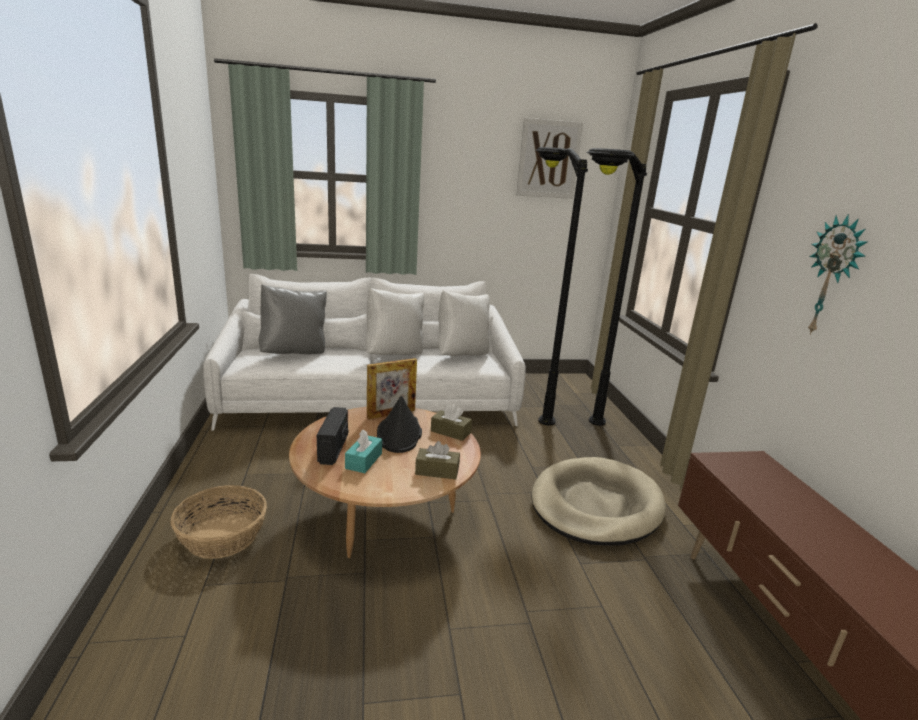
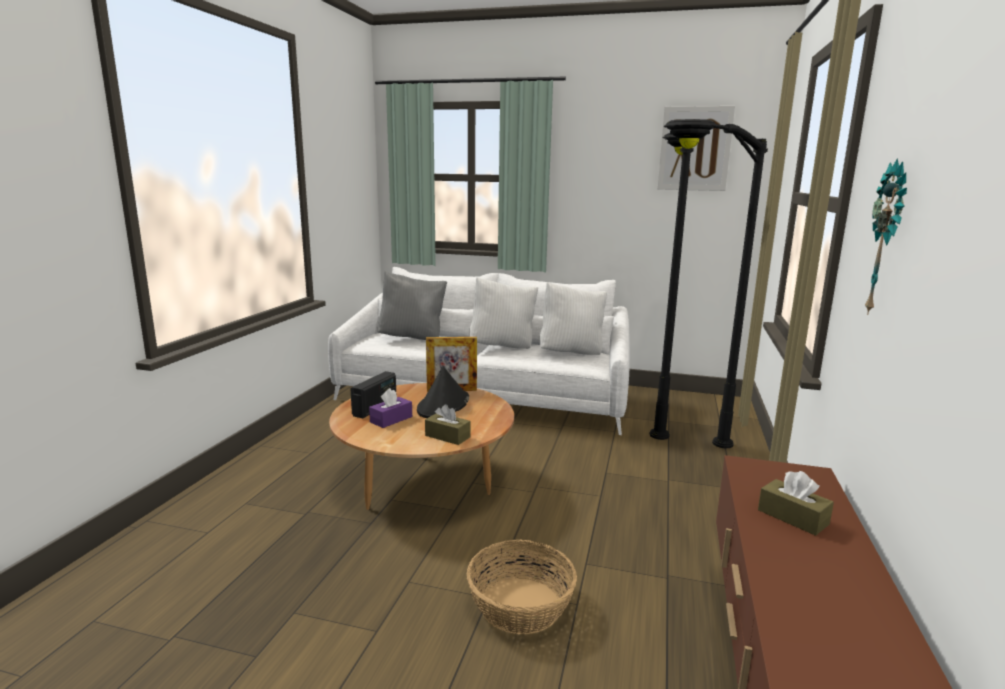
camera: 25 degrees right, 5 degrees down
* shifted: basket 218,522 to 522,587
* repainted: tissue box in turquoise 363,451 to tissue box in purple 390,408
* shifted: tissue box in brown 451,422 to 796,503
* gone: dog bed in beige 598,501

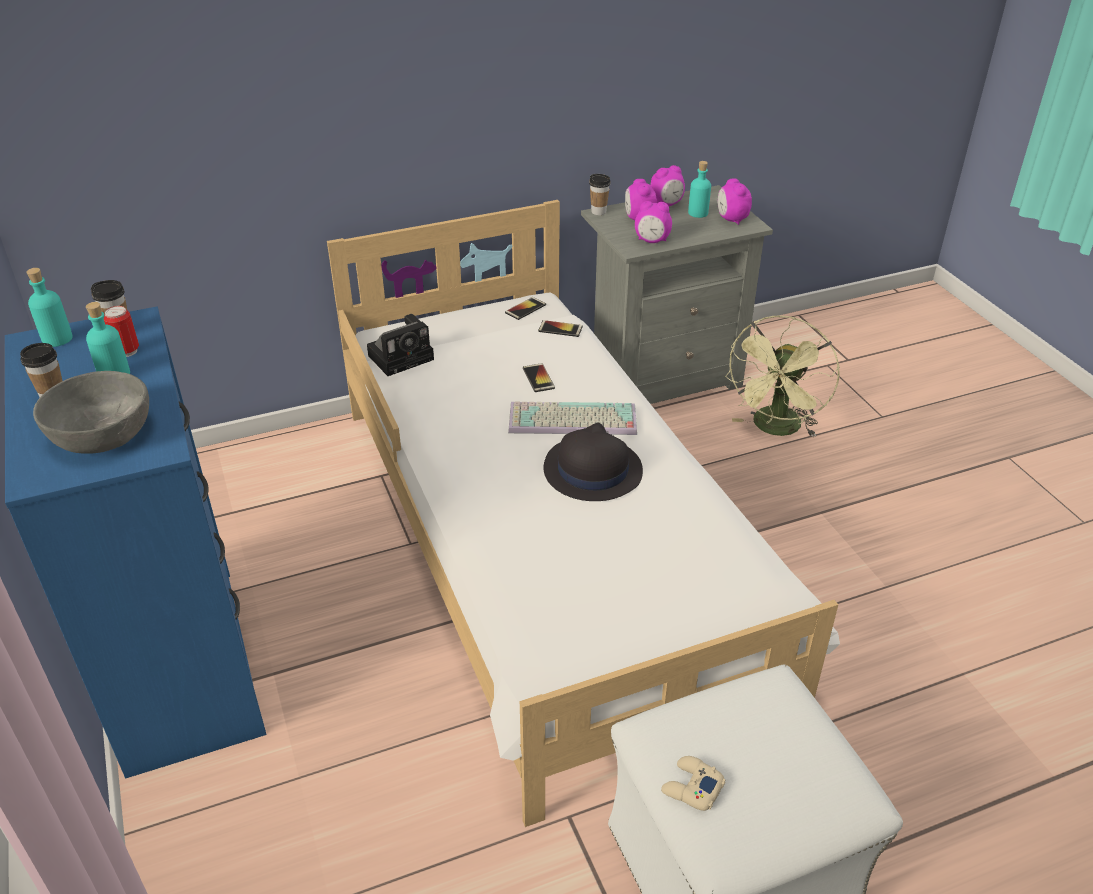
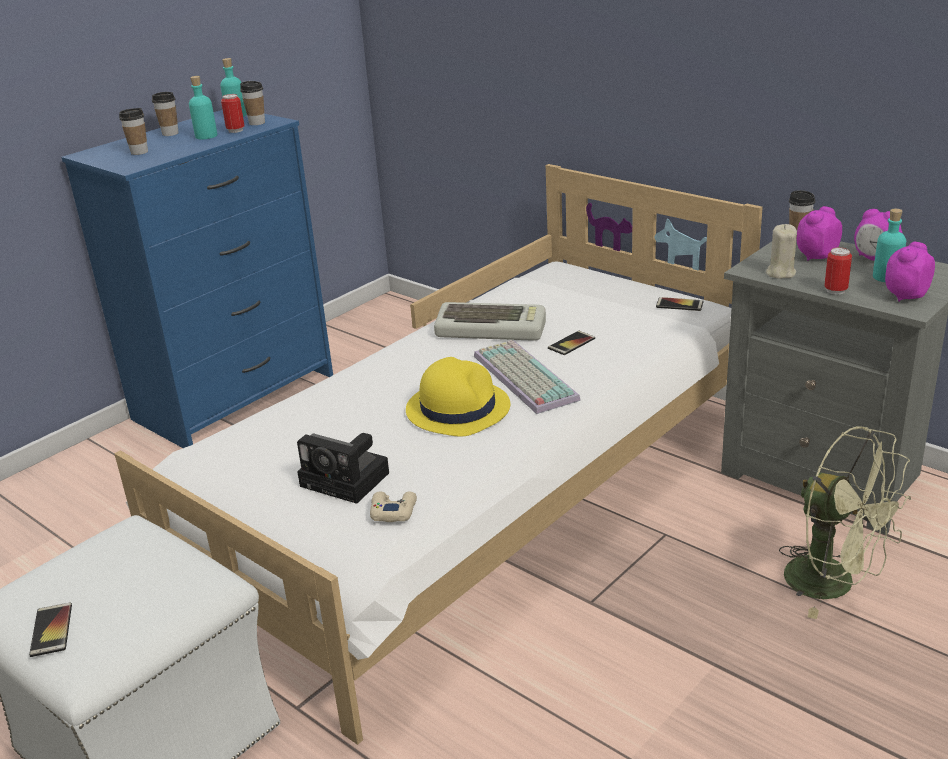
camera: 65 degrees right, 10 degrees down
* swapped: bowl in grey 91,412 to cup 133,131
* shifted: photo camera 400,345 to 343,468
* shifted: phone 560,328 to 50,629
* repainted: hat in black 593,462 to hat in yellow 458,397
* swapped: alarm clock 653,222 to candle in beige 781,251
* shifted: game controller in beige 693,783 to 393,506
* rotated: fan in green 782,376 = 845,522 135 degrees counterclockwise
* new: keyboard 490,321
* new: can 838,271

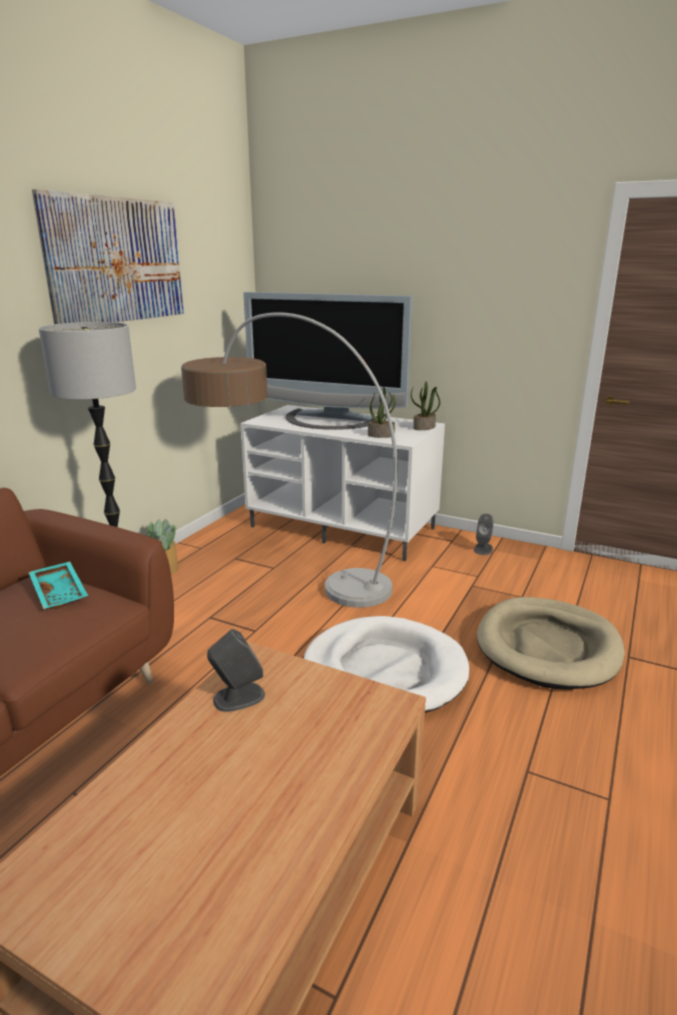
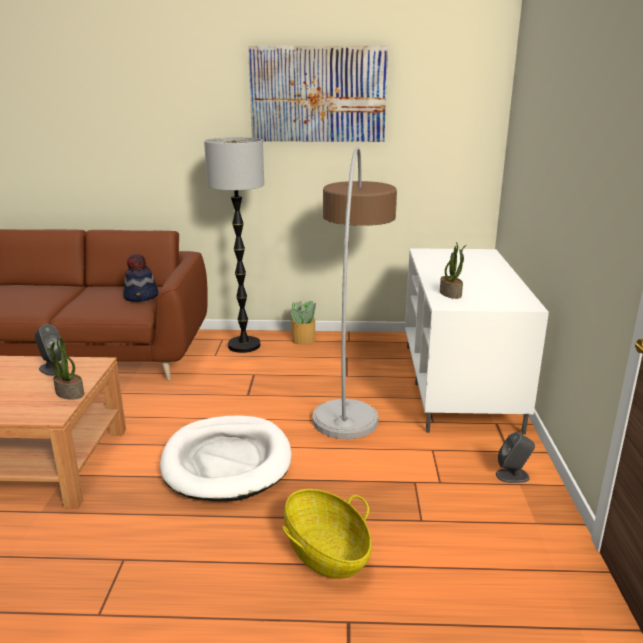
camera: 65 degrees right, 0 degrees up
* swapped: tray in turquoise 58,585 to hat 140,277
* gone: television 328,361
* shifted: potted plant 425,405 to 65,368
* swapped: dog bed in beige 551,643 to basket 327,534

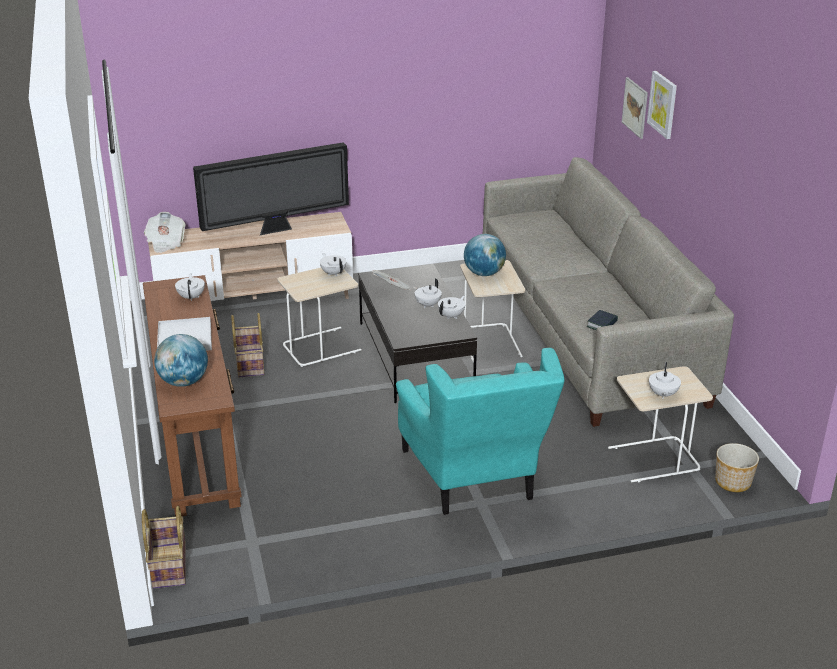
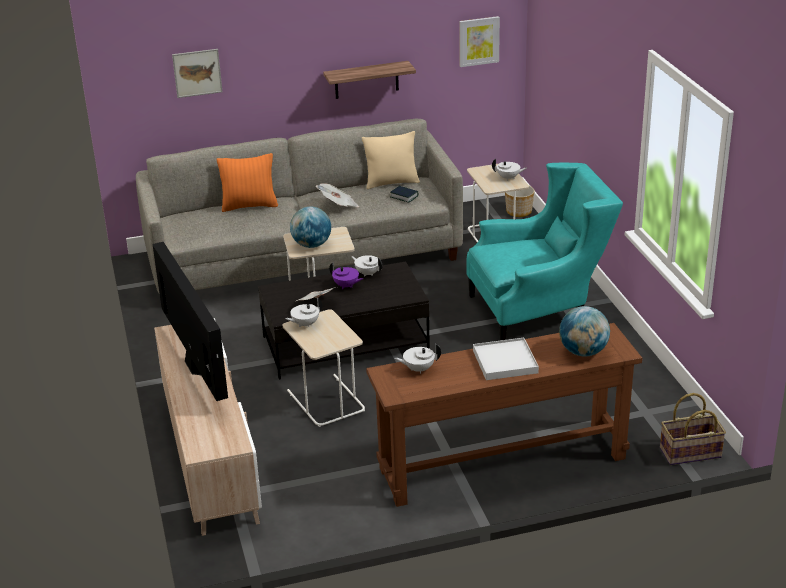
camera: 90 degrees left, 0 degrees up
* shifted: newspaper 164,232 to 337,195
* gone: basket 248,345
* repainted: teapot in white 428,293 to teapot in purple 346,276
* shifted: picture 662,105 to 480,41
* new: pillow in orange 247,182
* new: shelf 369,80
* new: pillow in beige 391,160

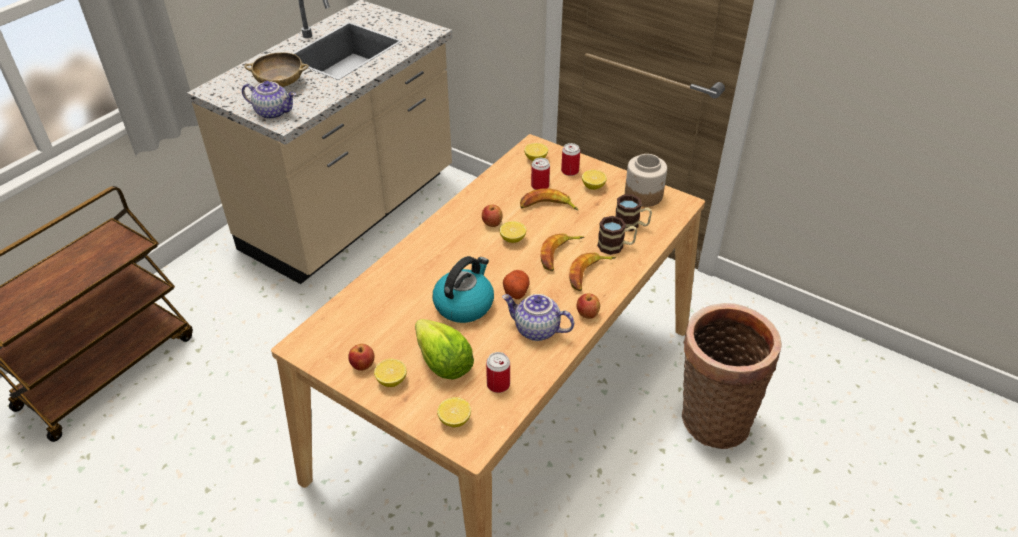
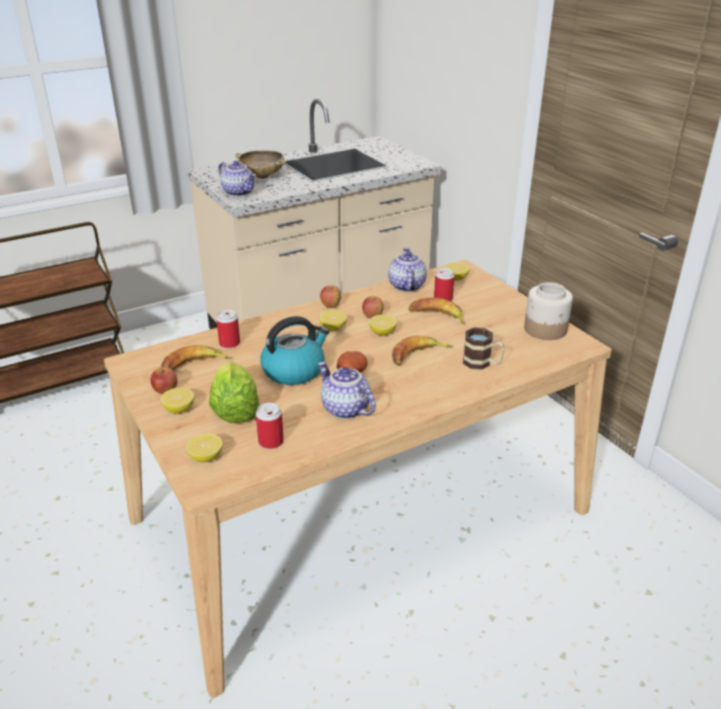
camera: 25 degrees right, 10 degrees down
* shifted: can 570,159 to 228,329
* shifted: banana 593,271 to 196,358
* shifted: apple 588,306 to 330,297
* shifted: lemon 594,180 to 333,320
* gone: mug 634,212
* gone: basket 732,376
* new: teapot 407,270

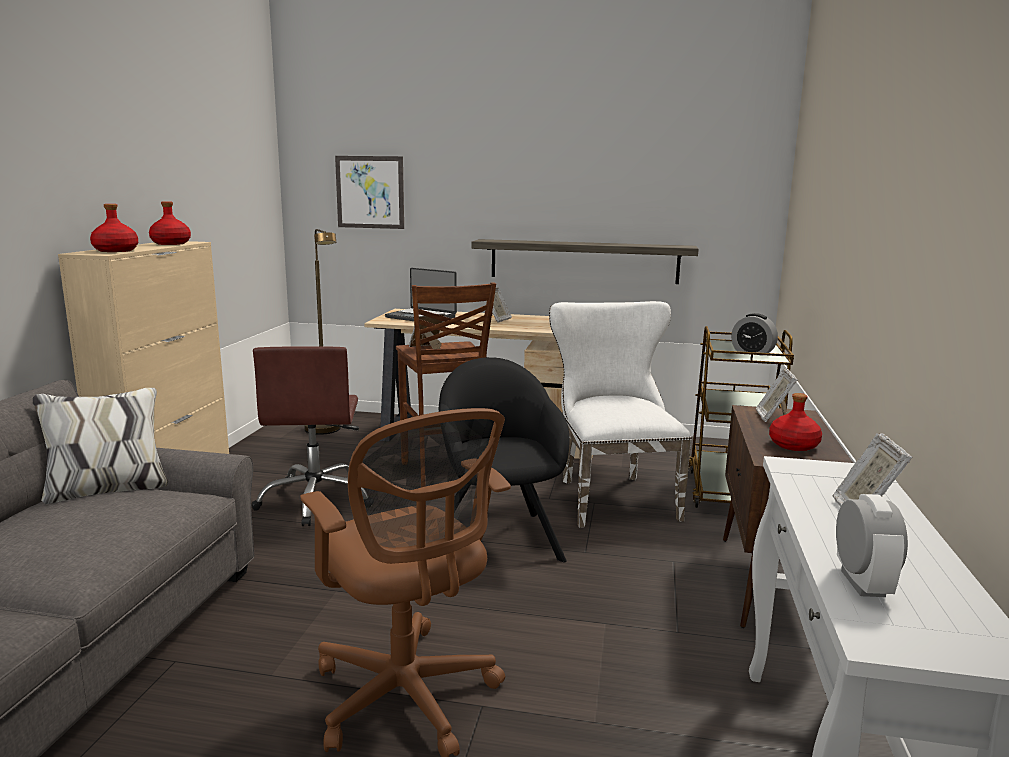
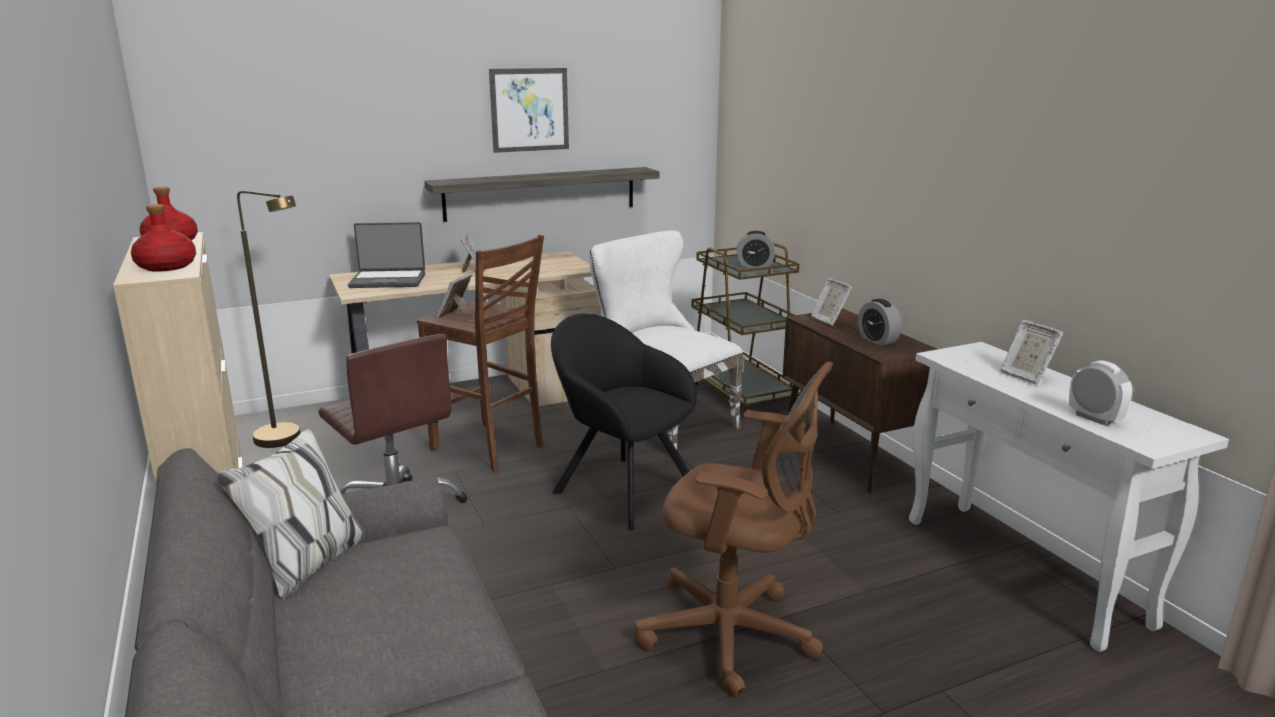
camera: 35 degrees left, 5 degrees up
* shifted: picture 369,192 to 529,110
* swapped: bottle in red 795,422 to alarm clock 880,322

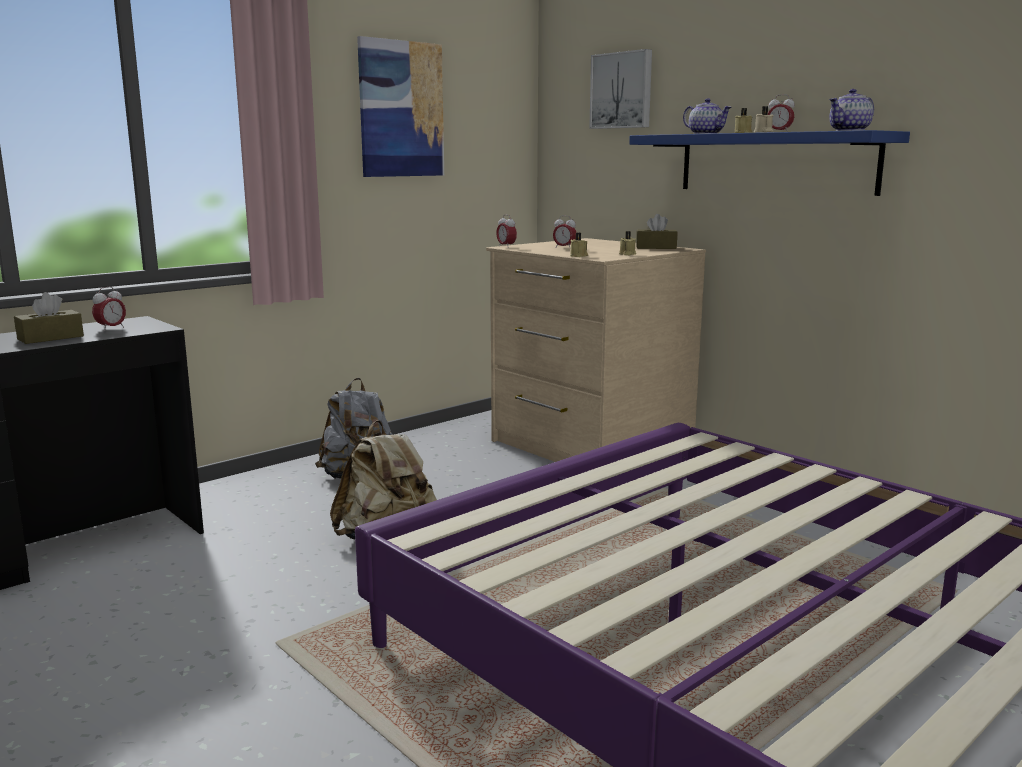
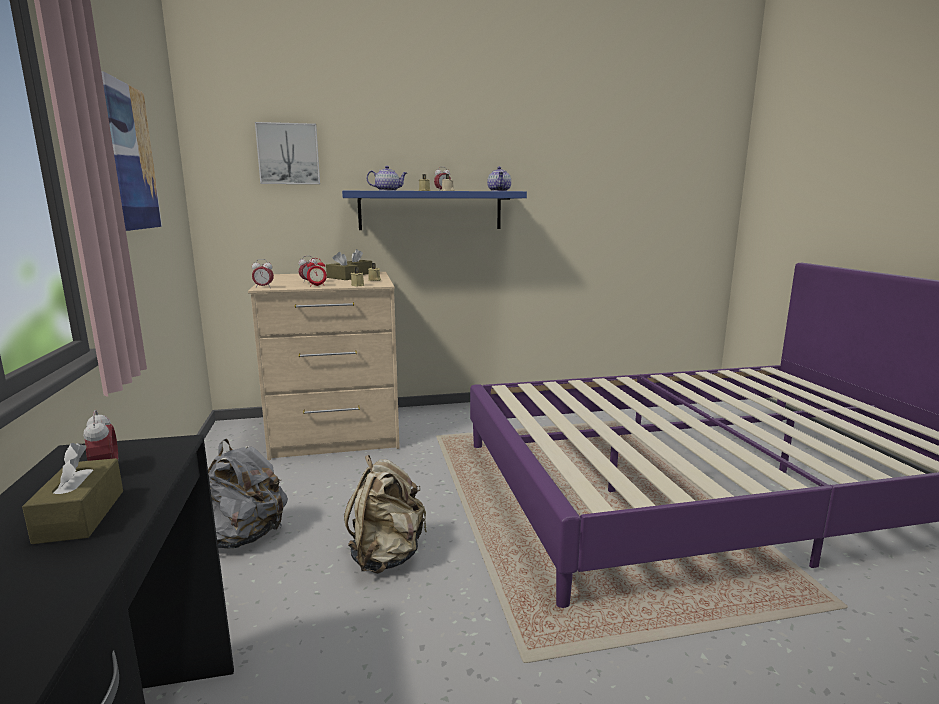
camera: 60 degrees left, 0 degrees up
* new: alarm clock 317,272
* new: tissue box in brown 342,266

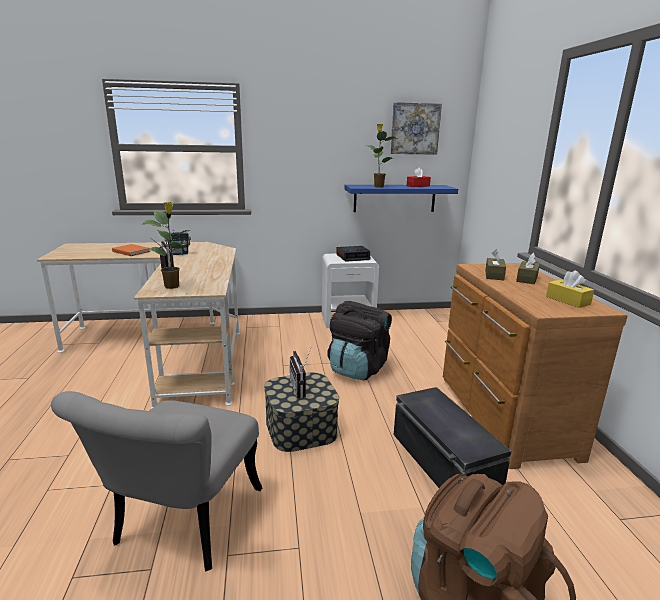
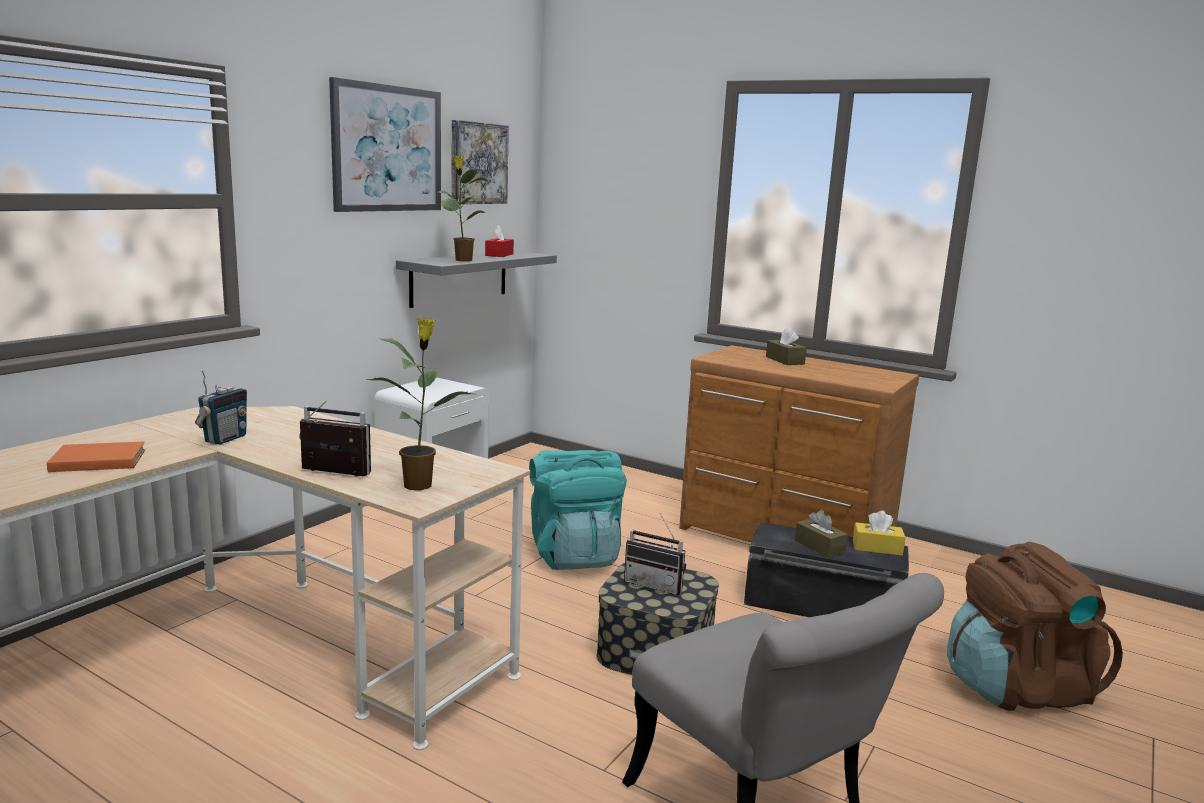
camera: 50 degrees left, 5 degrees down
* repainted: backpack in black 359,340 to backpack in turquoise 578,510
* gone: alarm clock 353,254
* repainted: shelf in blue 401,198 to shelf in grey 476,279
* shifted: tissue box in brown 495,264 to 821,534
* shifted: tissue box in yellow 570,289 to 879,533
* new: picture 385,144

